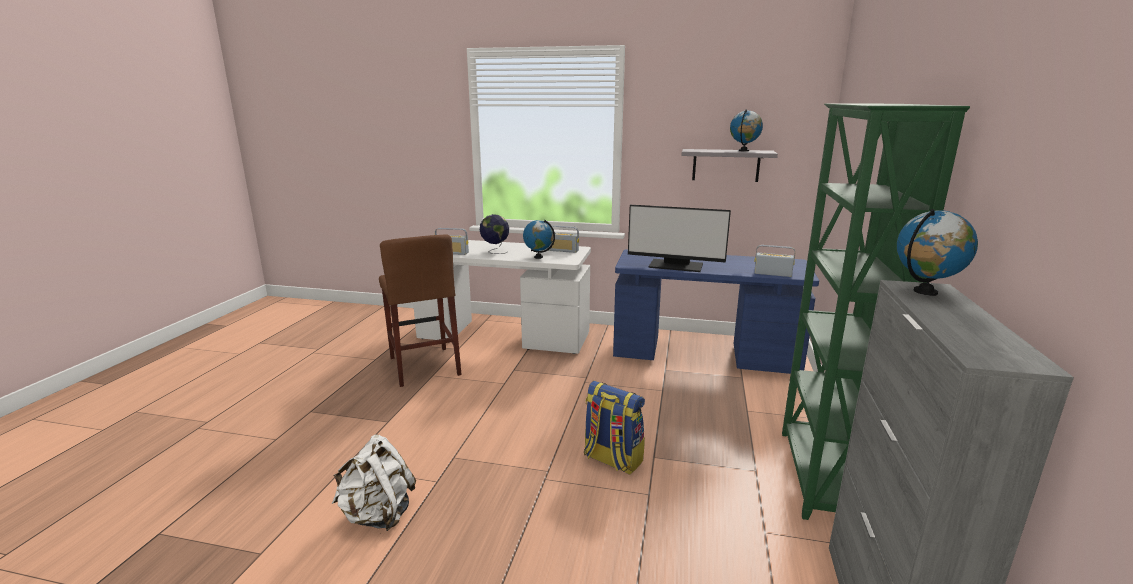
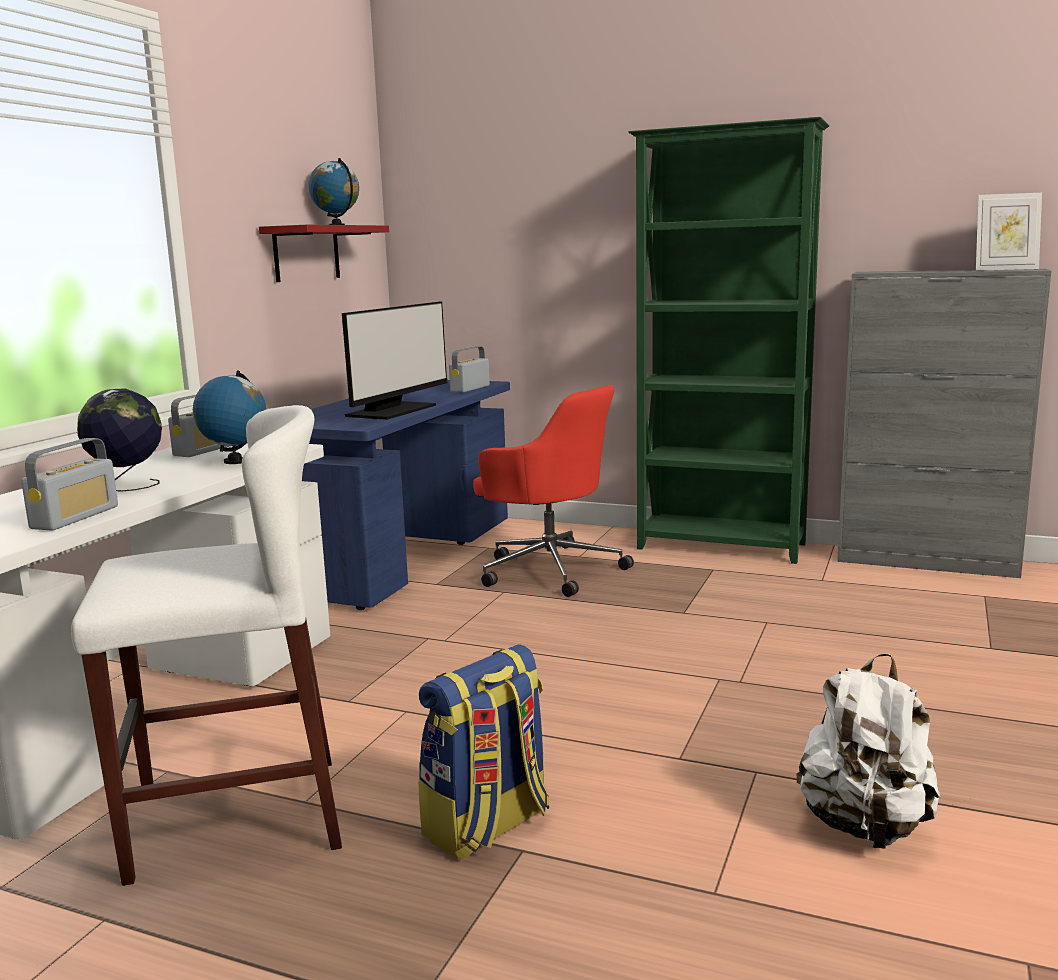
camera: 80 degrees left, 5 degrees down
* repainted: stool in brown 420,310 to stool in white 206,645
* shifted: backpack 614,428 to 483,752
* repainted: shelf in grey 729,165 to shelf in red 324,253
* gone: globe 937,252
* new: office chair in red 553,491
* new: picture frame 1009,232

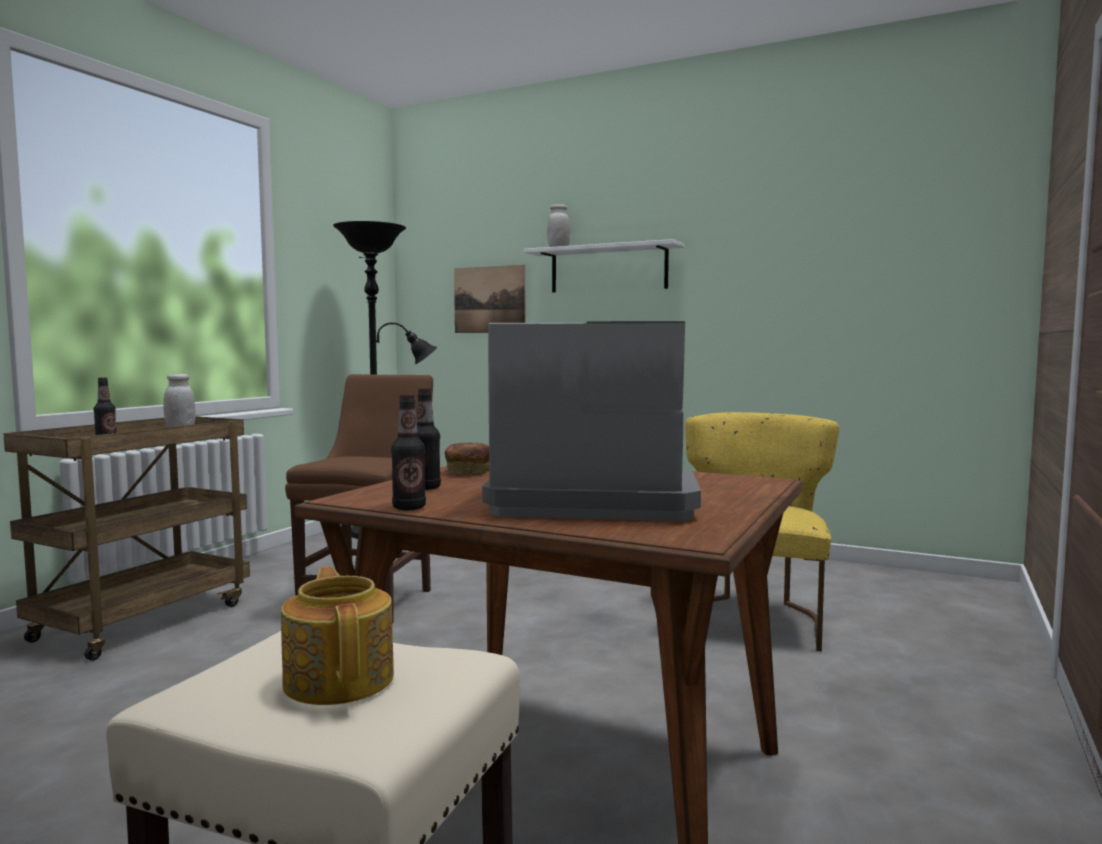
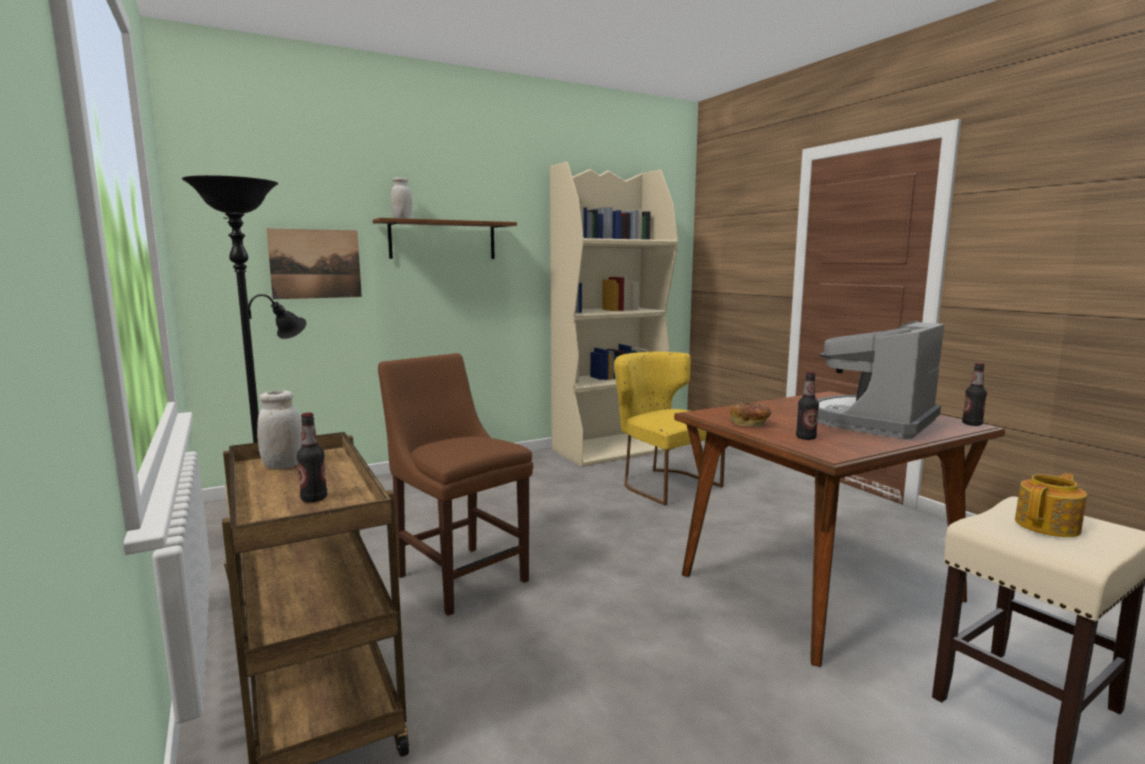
camera: 55 degrees left, 5 degrees up
* rotated: teapot 337,635 = 1051,505 135 degrees clockwise
* shifted: bottle 408,452 to 974,394
* repainted: shelf in white 604,265 to shelf in brown 445,238
* new: bookcase in beige 614,314

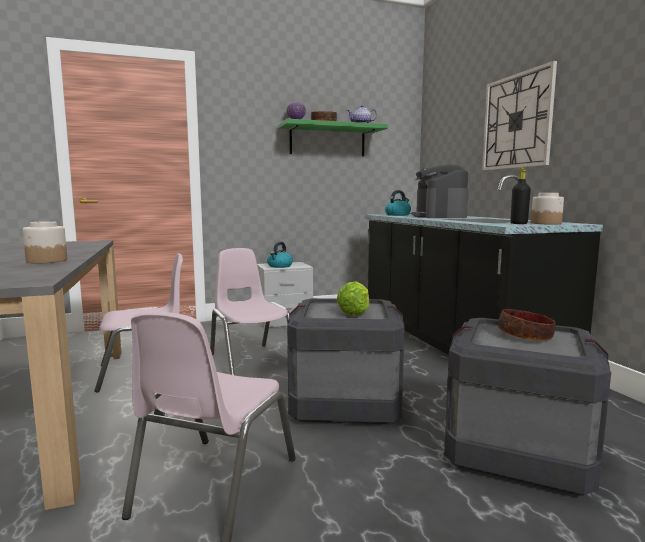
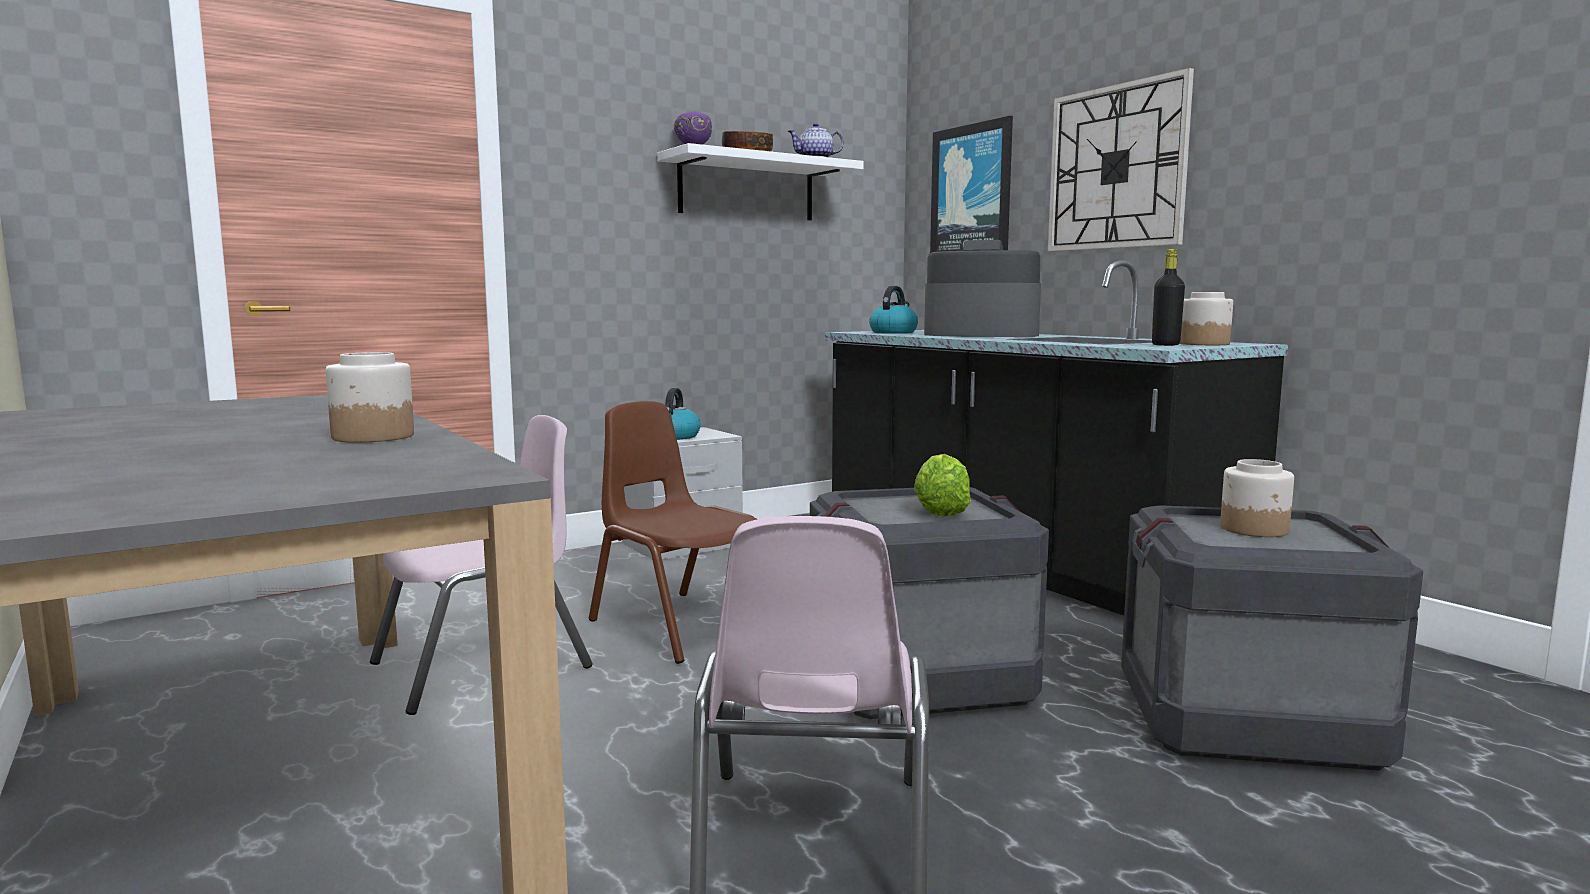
camera: 15 degrees left, 0 degrees up
* repainted: chair in pink 250,311 to chair in brown 673,532
* repainted: shelf in green 333,137 to shelf in white 760,181
* rotated: coffee machine 439,191 = 982,288 120 degrees clockwise
* swapped: bowl 526,324 to jar 1257,498
* new: picture 971,184

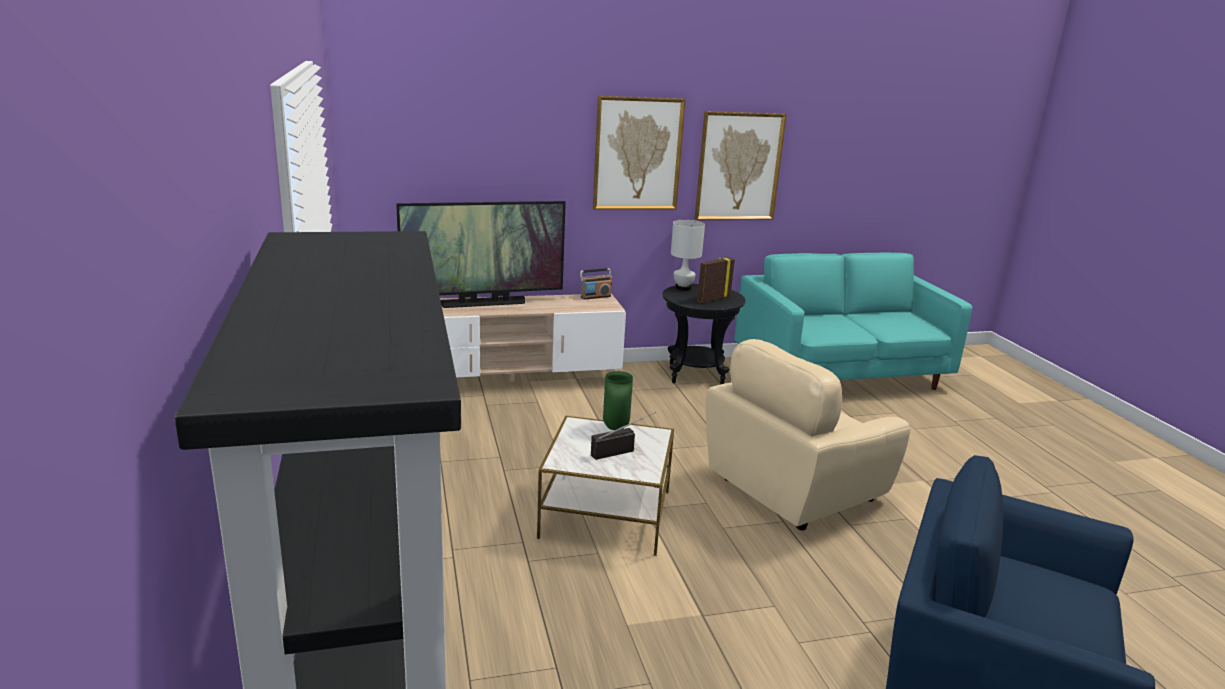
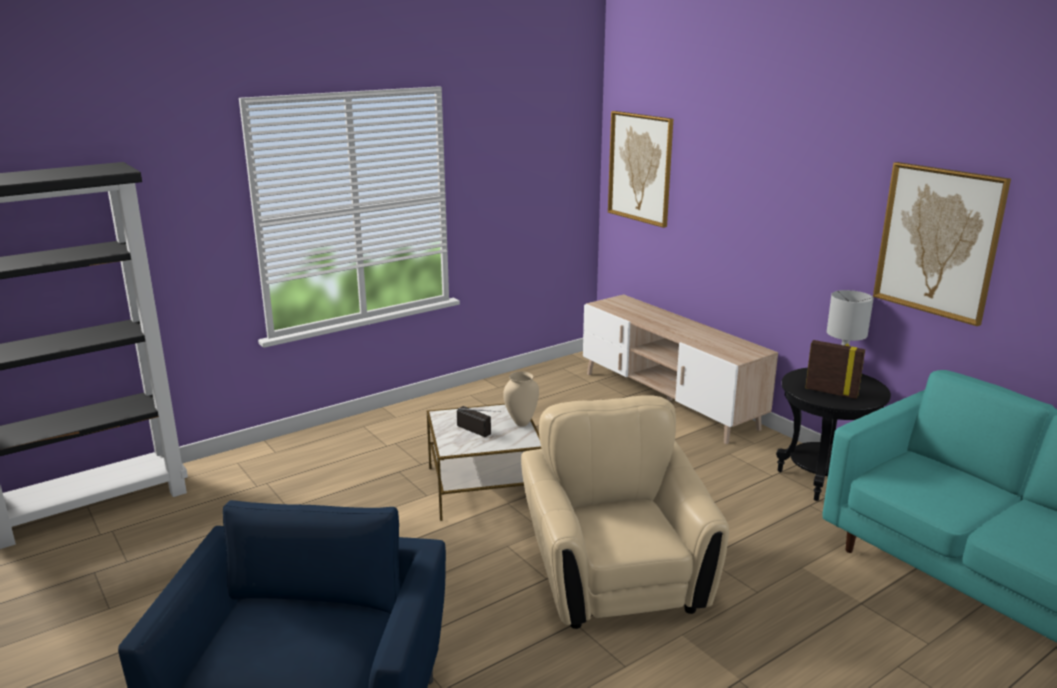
camera: 70 degrees right, 0 degrees up
* gone: television 481,254
* gone: radio 596,284
* shifted: picture 639,153 to 640,169
* repainted: vase in green 618,400 to vase in beige 521,399
* rotated: armchair in beige 808,434 = 625,512 45 degrees clockwise

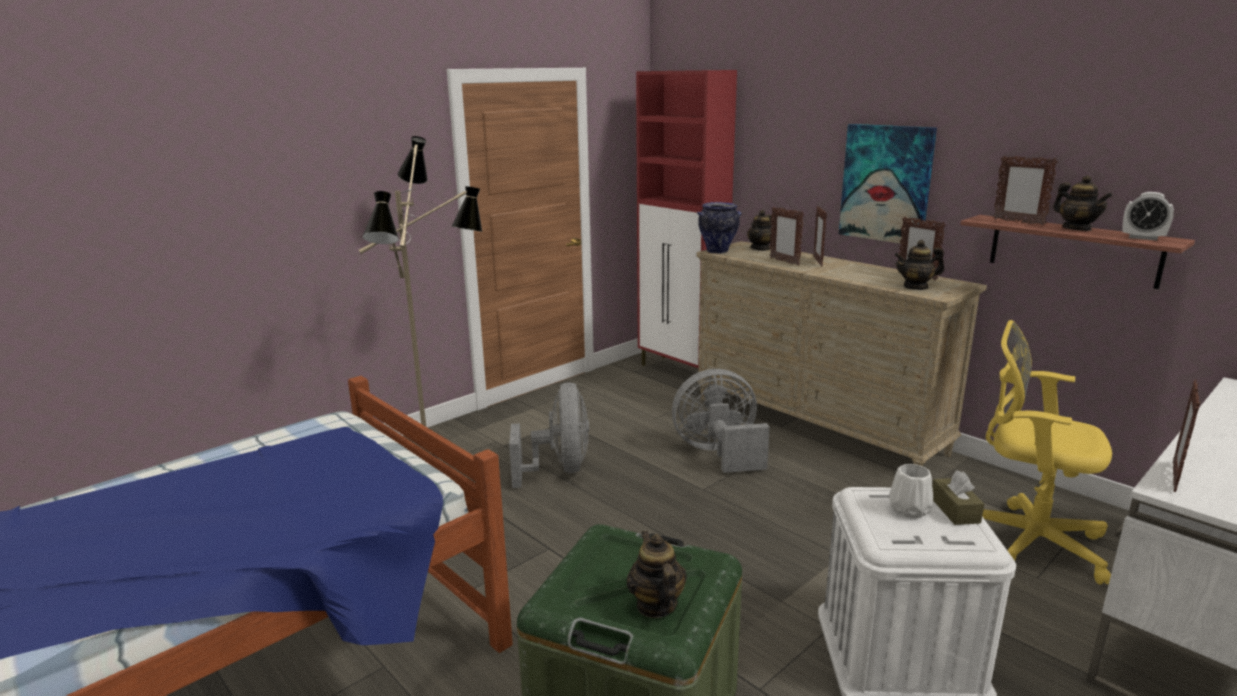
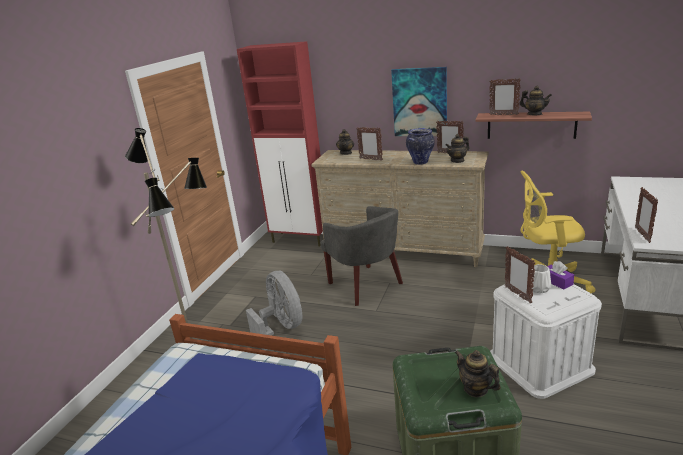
camera: 25 degrees left, 5 degrees up
* swapped: fan in grey 721,421 to armchair in grey 361,256
* shifted: vase 719,228 to 420,146
* shifted: picture frame 820,236 to 520,274
* repainted: tissue box in brown 958,497 to tissue box in purple 560,275
* gone: alarm clock 1148,216

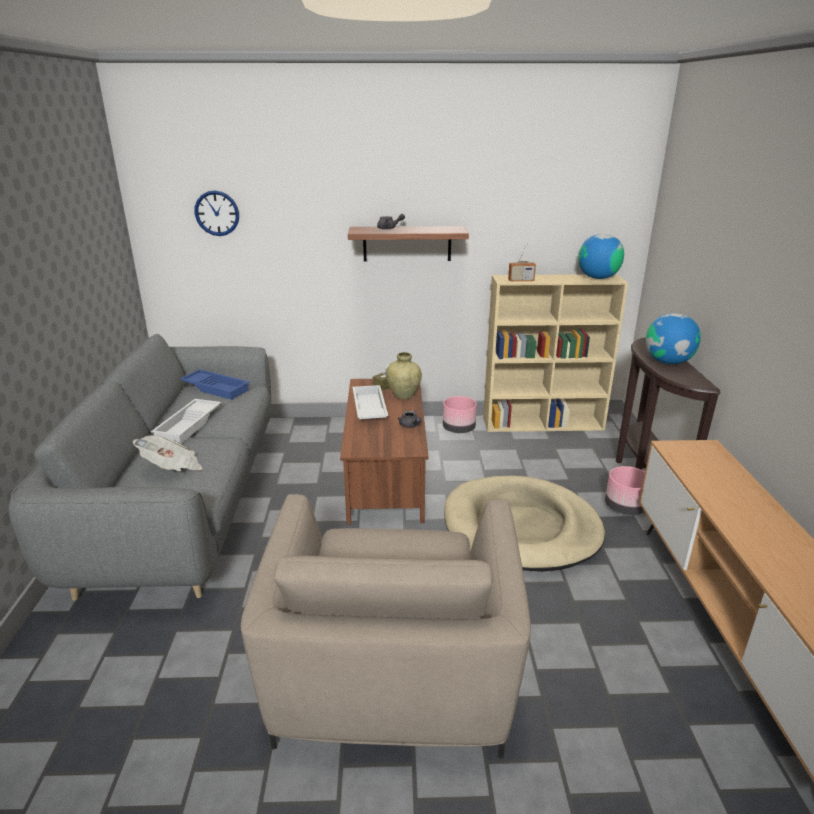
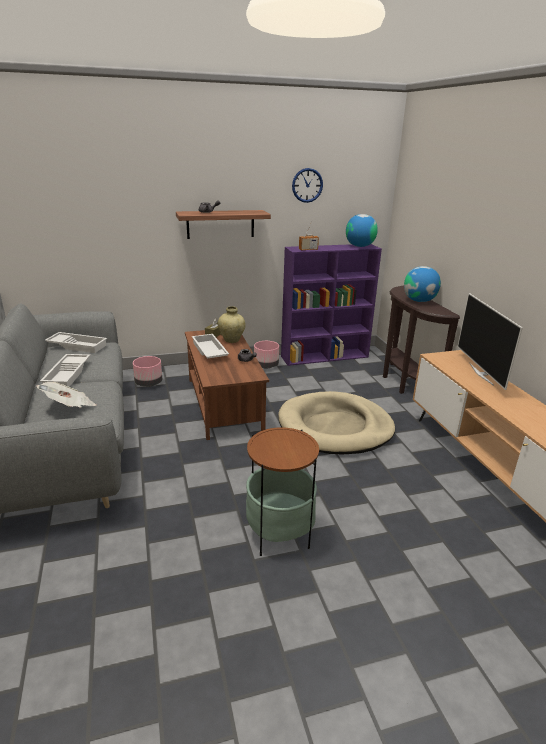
camera: 15 degrees left, 0 degrees up
* repainted: tray in blue 215,384 to tray in white 76,342
* shifted: wall clock 217,213 to 307,185
* swapped: armchair in beige 385,626 to side table 282,491
* repainted: bookcase in beige 555,353 to bookcase in purple 331,305
* shifted: planter in pink 625,490 to 147,371
* new: television 490,341

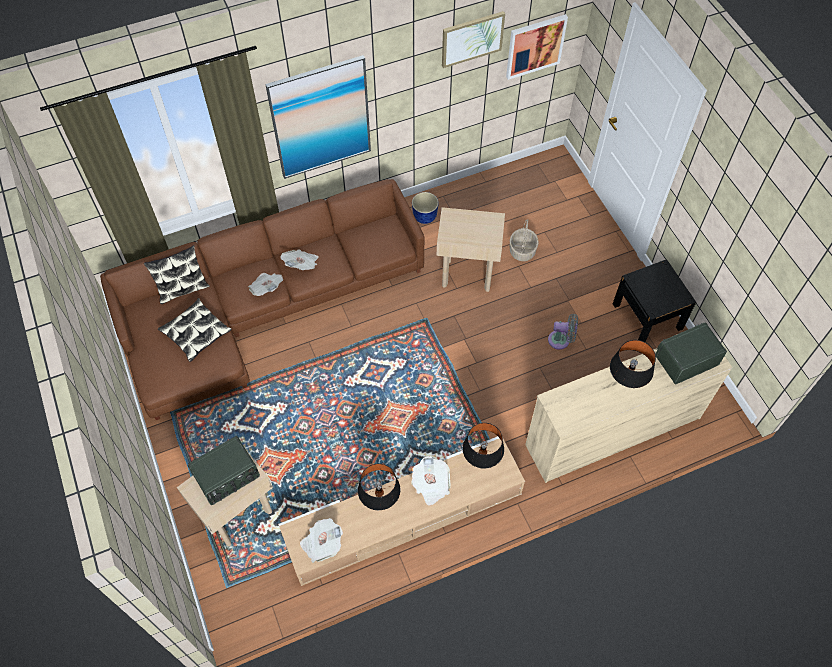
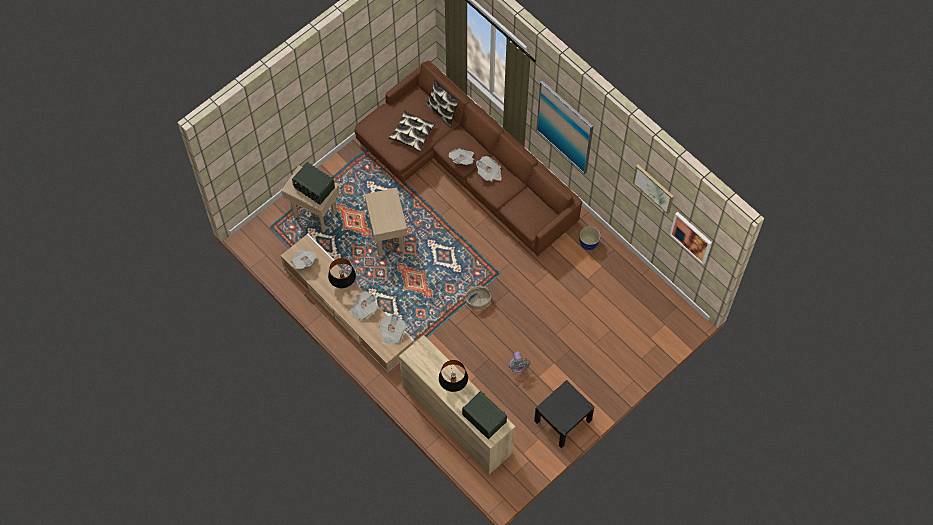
camera: 70 degrees right, 5 degrees up
* shifted: side table in beige 471,249 to 386,222
* swapped: table lamp in black 483,446 to newspaper 392,329
* shifted: basket 524,240 to 478,298

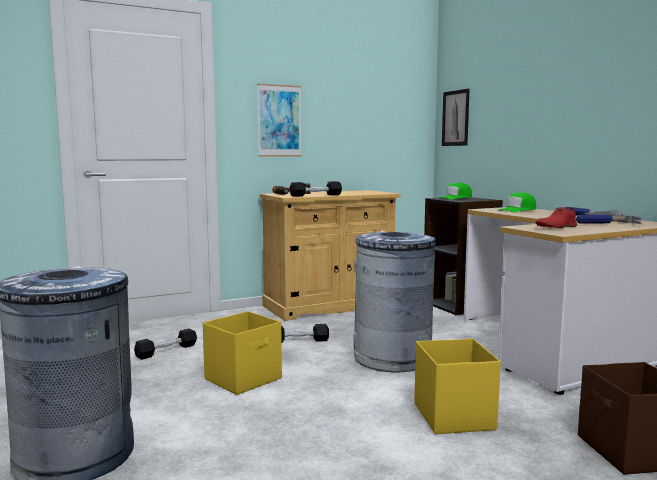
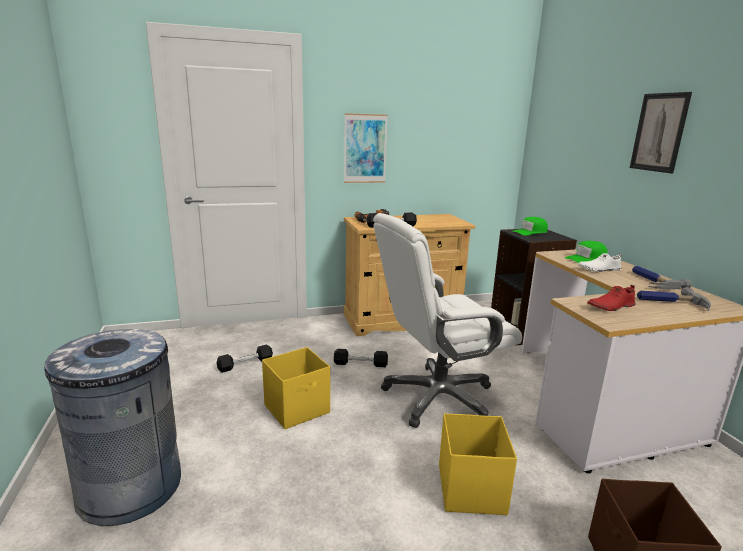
camera: 10 degrees right, 10 degrees up
* swapped: trash can in grey 394,301 to office chair in white 447,320
* shifted: picture 456,117 to 661,132
* new: shoe in white 599,262

